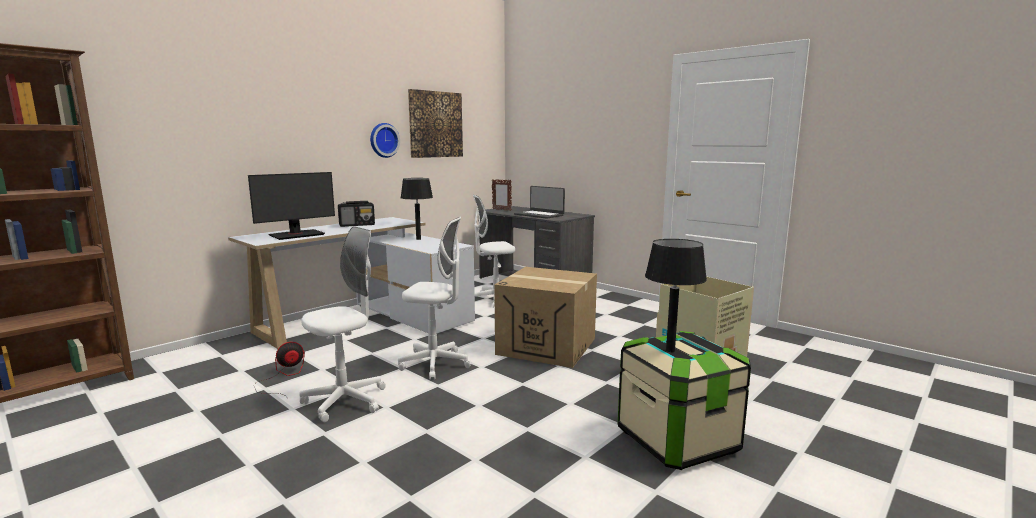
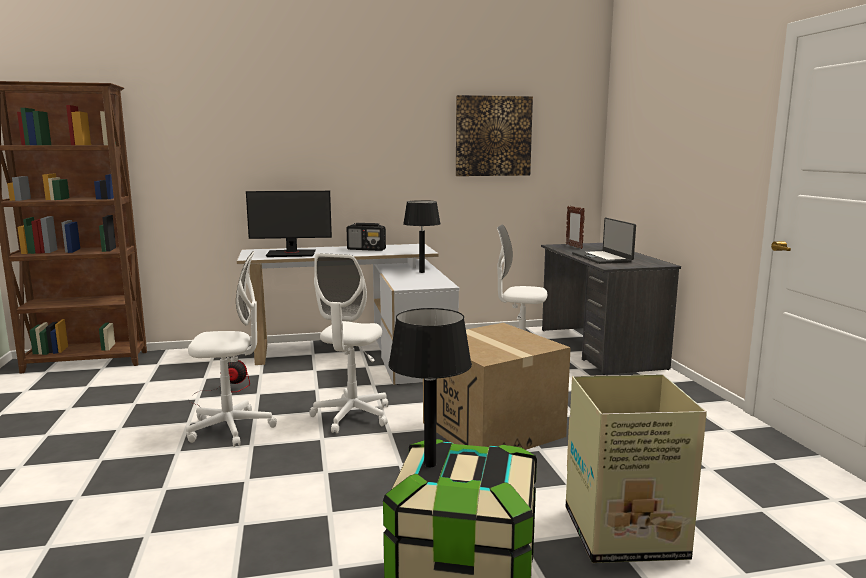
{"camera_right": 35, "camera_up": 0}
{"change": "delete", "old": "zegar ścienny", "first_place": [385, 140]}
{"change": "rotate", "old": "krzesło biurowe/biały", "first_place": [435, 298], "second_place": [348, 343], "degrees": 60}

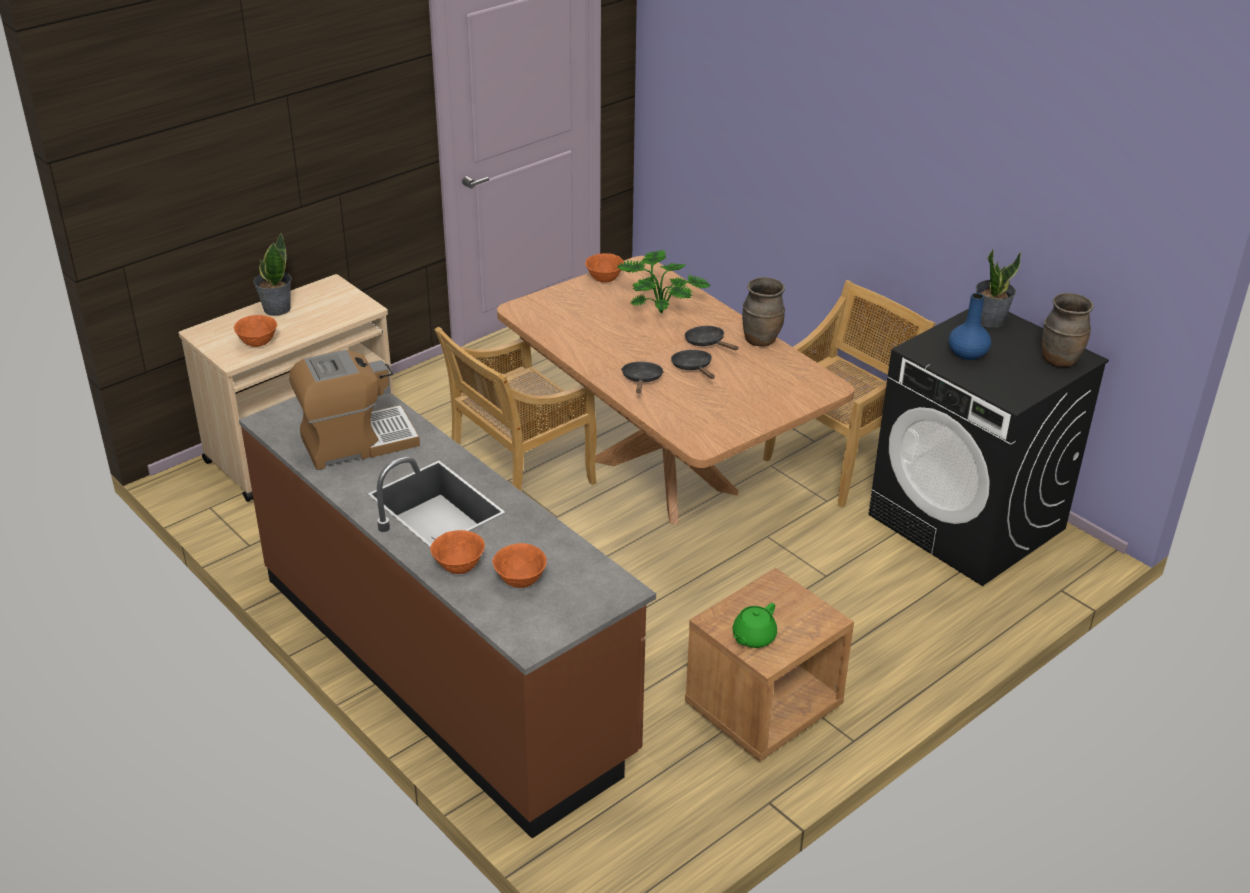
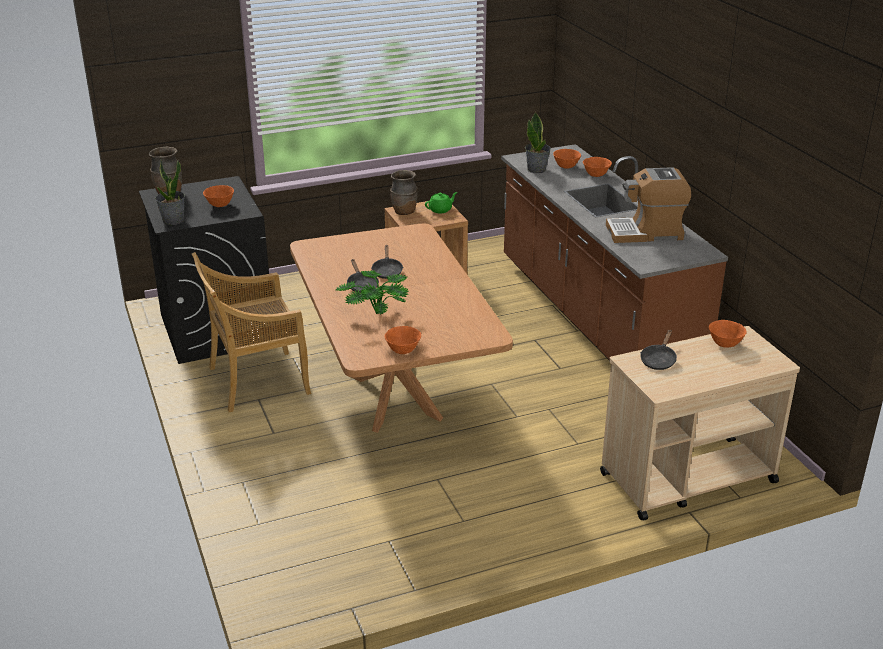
{"camera_right": -160, "camera_up": -5}
{"change": "move", "old": "roślina doniczkowa", "first_place": [272, 274], "second_place": [538, 142]}
{"change": "delete", "old": "krzesło/beżowy", "first_place": [516, 409]}
{"change": "move", "old": "patelnia/czarny", "first_place": [642, 377], "second_place": [658, 350]}
{"change": "move", "old": "wazon/brązowy", "first_place": [763, 312], "second_place": [404, 192]}
{"change": "replace", "old": "wazon/niebieski", "new": "miska/pomarańczowy", "first_place": [970, 326], "second_place": [218, 196]}

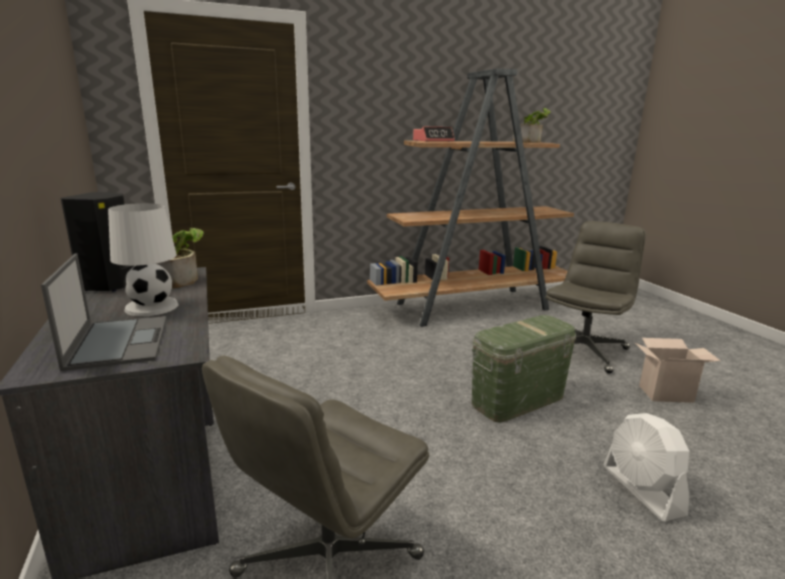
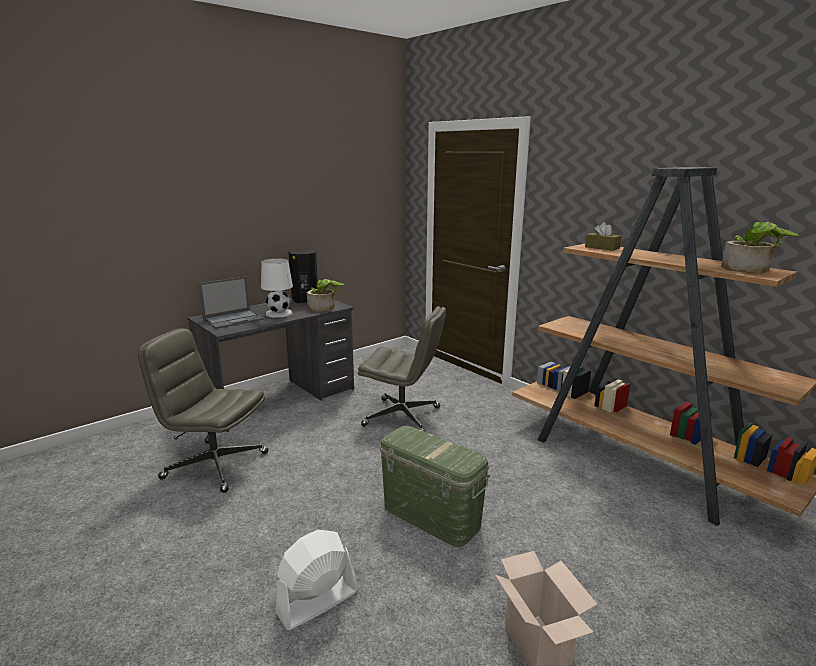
{"camera_right": 70, "camera_up": 0}
{"change": "replace", "old": "budzik", "new": "pudełko chusteczek/brązowy", "first_place": [434, 134], "second_place": [603, 236]}
{"change": "move", "old": "krzesło biurowe/szary", "first_place": [595, 297], "second_place": [402, 369]}

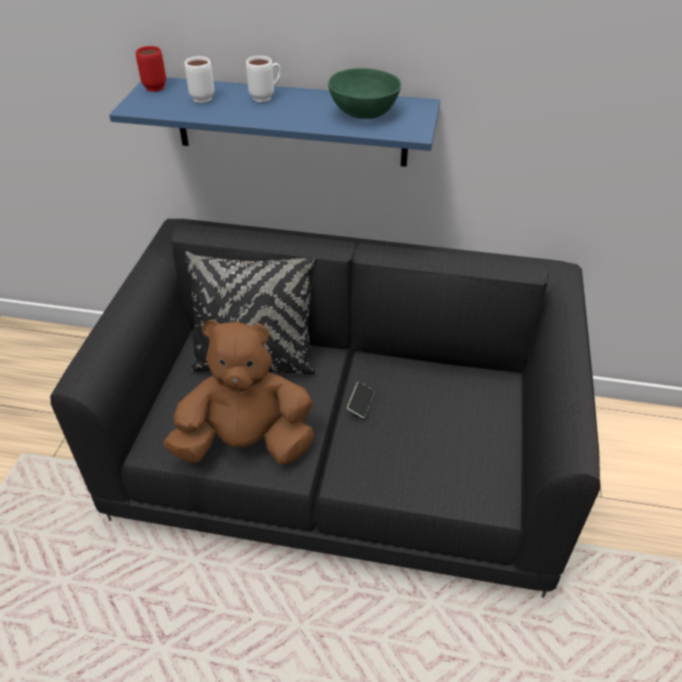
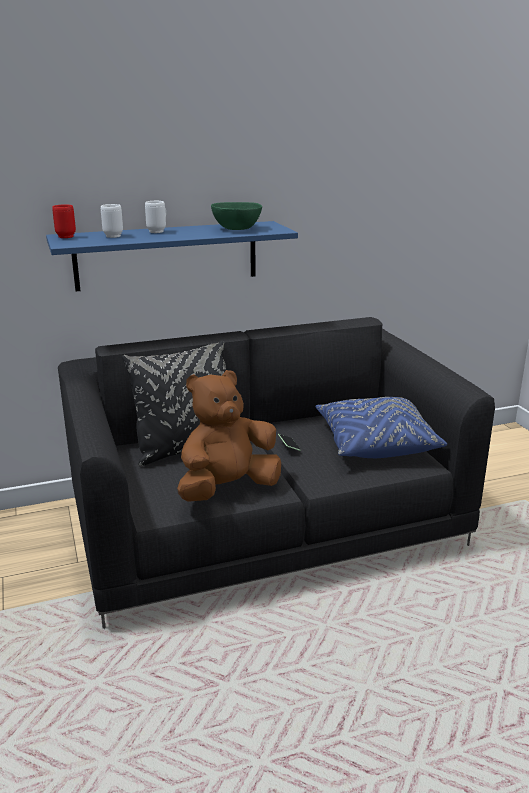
{"camera_right": -30, "camera_up": -20}
{"change": "insert", "new": "poduszka/niebieski", "second_place": [381, 427]}

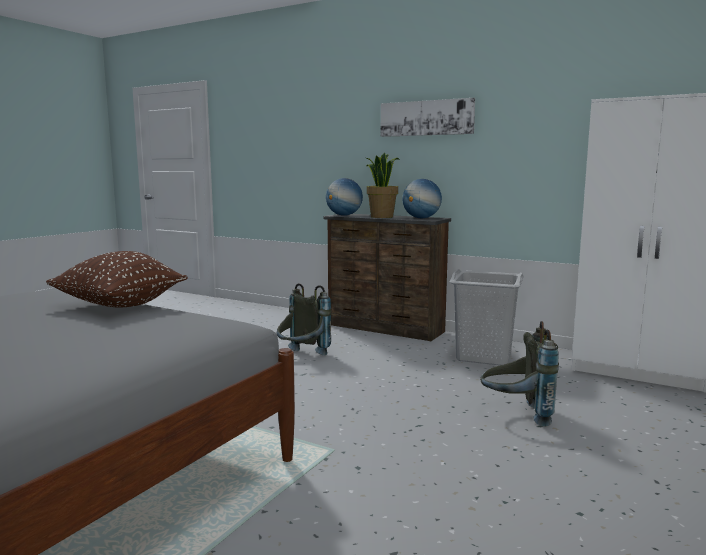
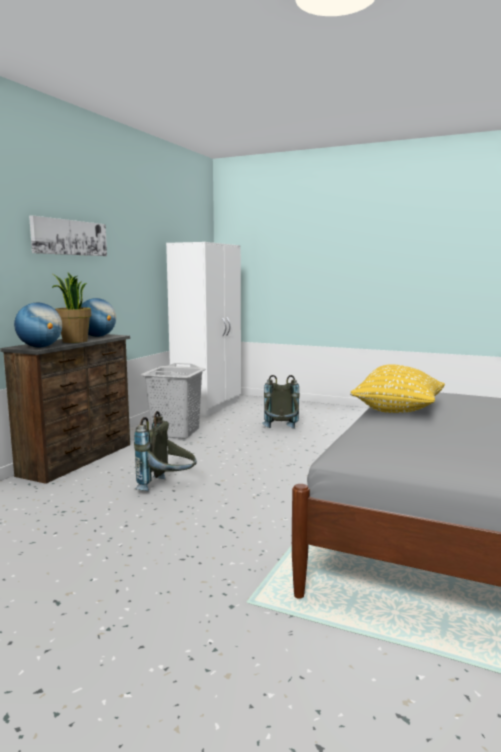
{"camera_right": -95, "camera_up": 0}
{"change": "recolor", "old": "poduszka/brązowy", "new": "poduszka/żółty", "first_place": [117, 279], "second_place": [397, 388]}

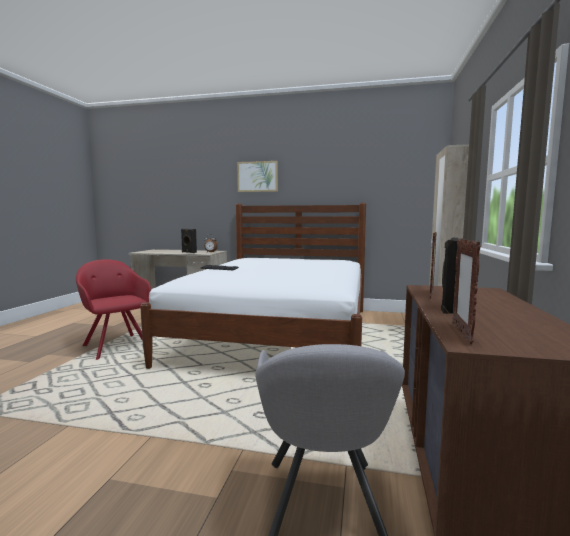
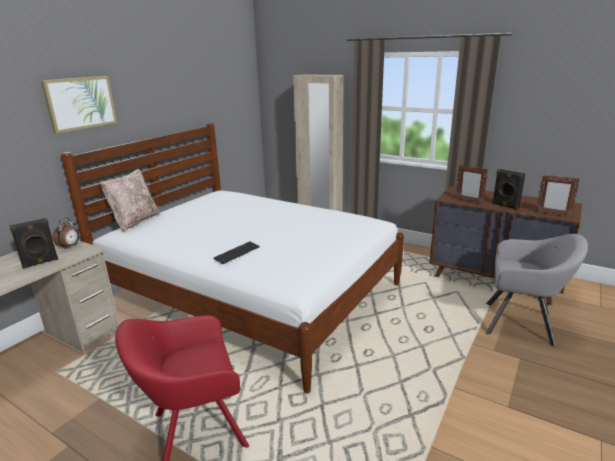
{"camera_right": -70, "camera_up": 15}
{"change": "insert", "new": "poduszka/beżowy", "second_place": [130, 200]}

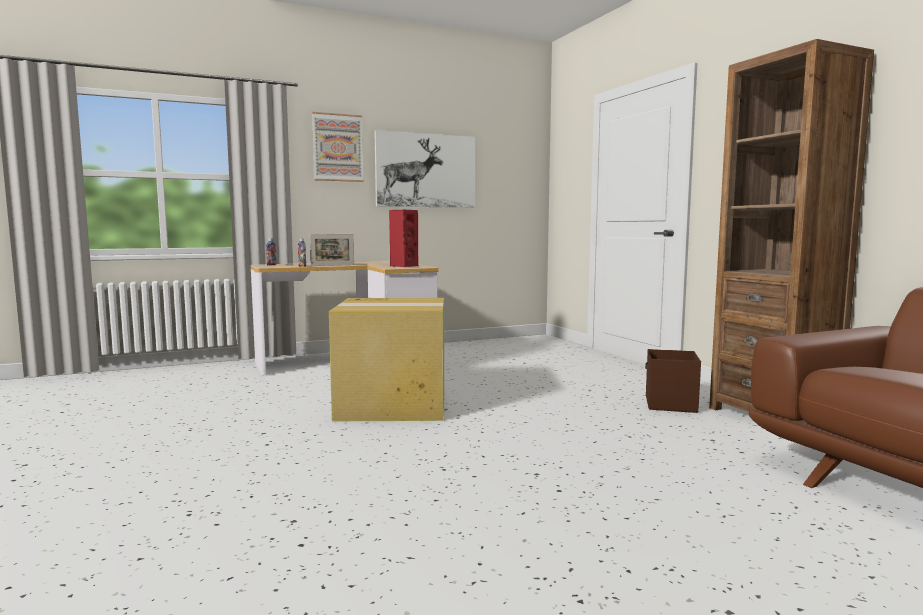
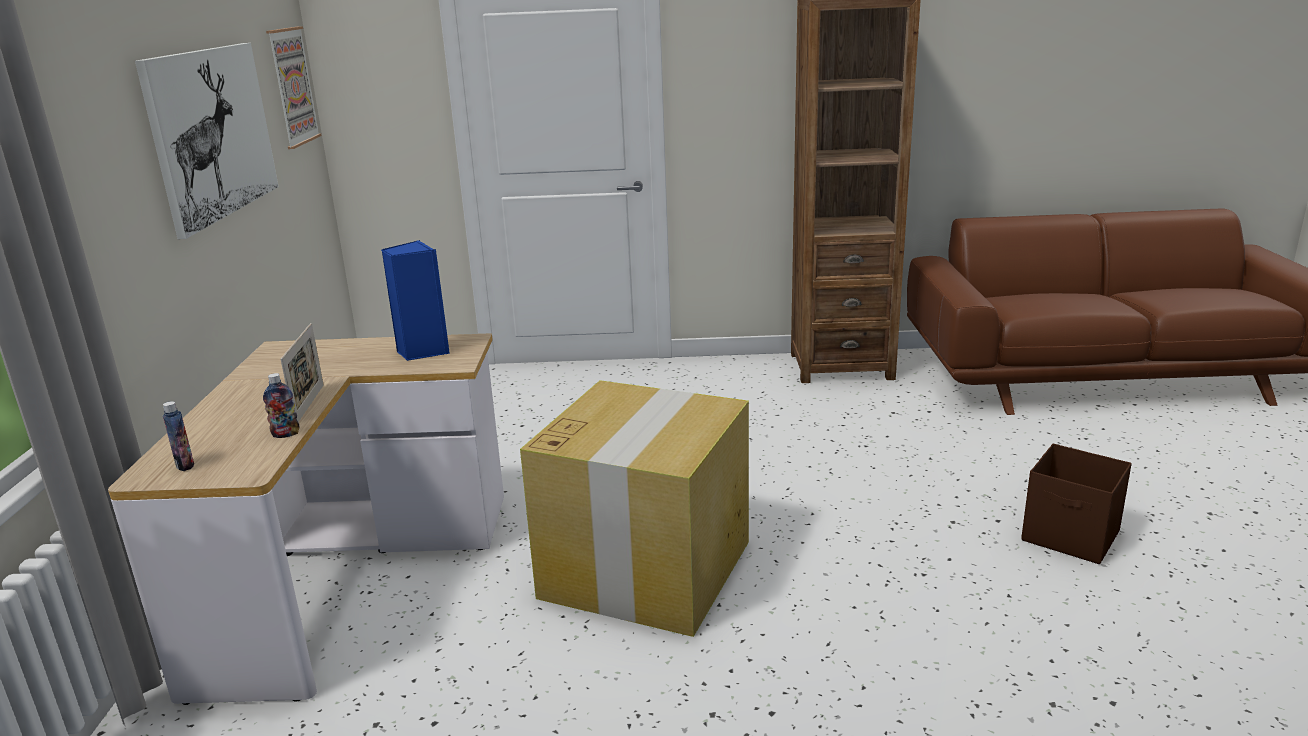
{"camera_right": -65, "camera_up": 15}
{"change": "move", "old": "obraz", "first_place": [338, 147], "second_place": [294, 87]}
{"change": "recolor", "old": "głośnik/czerwony", "new": "głośnik/niebieski", "first_place": [403, 238], "second_place": [415, 300]}
{"change": "move", "old": "pojemnik do przechowywania/brązowy", "first_place": [673, 381], "second_place": [1076, 503]}

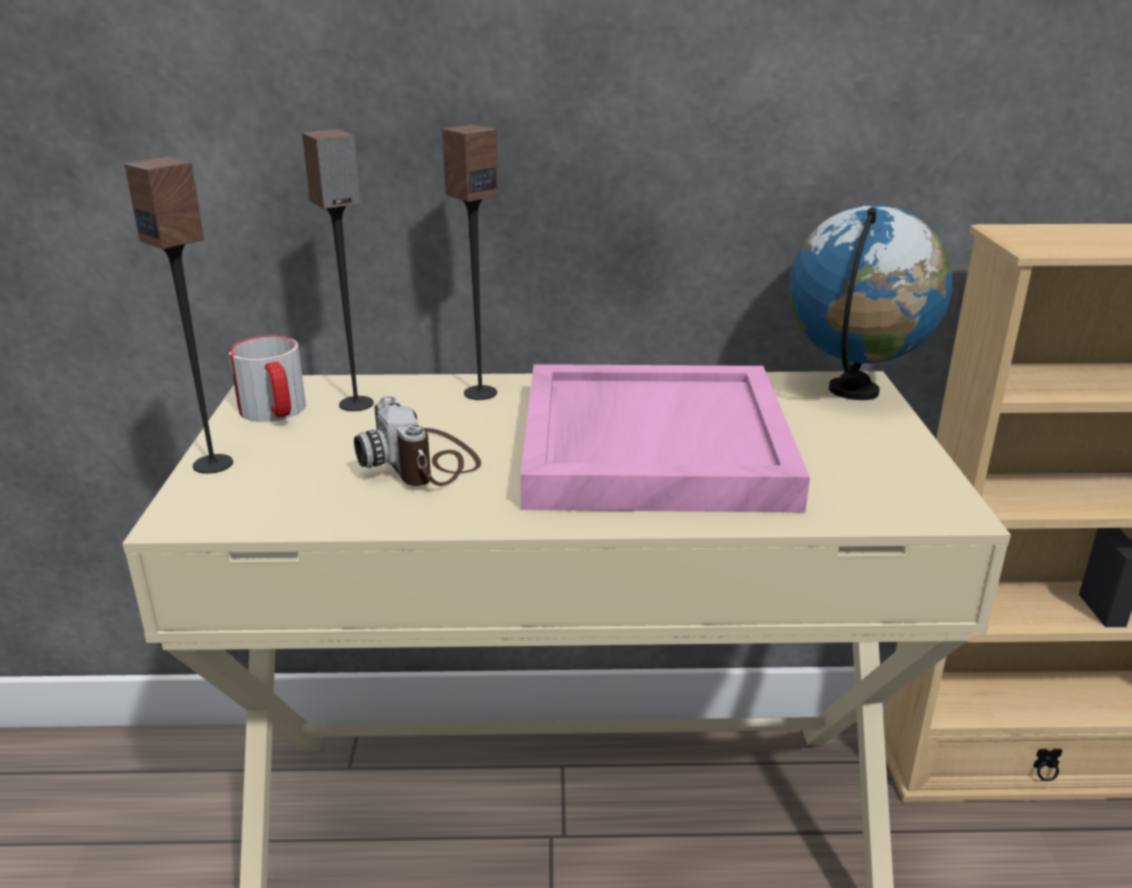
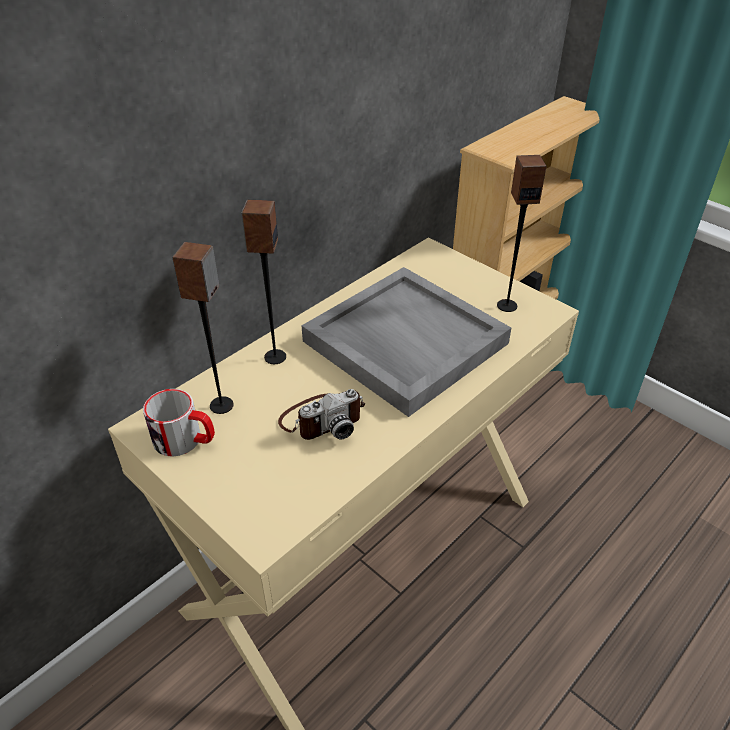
{"camera_right": -45, "camera_up": 15}
{"change": "move", "old": "głośnik", "first_place": [179, 315], "second_place": [521, 233]}
{"change": "rotate", "old": "aparat fotograficzny", "first_place": [417, 441], "second_place": [321, 414], "degrees": -45}
{"change": "recolor", "old": "taca/różowy", "new": "taca/szary", "first_place": [665, 438], "second_place": [406, 342]}
{"change": "delete", "old": "globus", "first_place": [871, 302]}

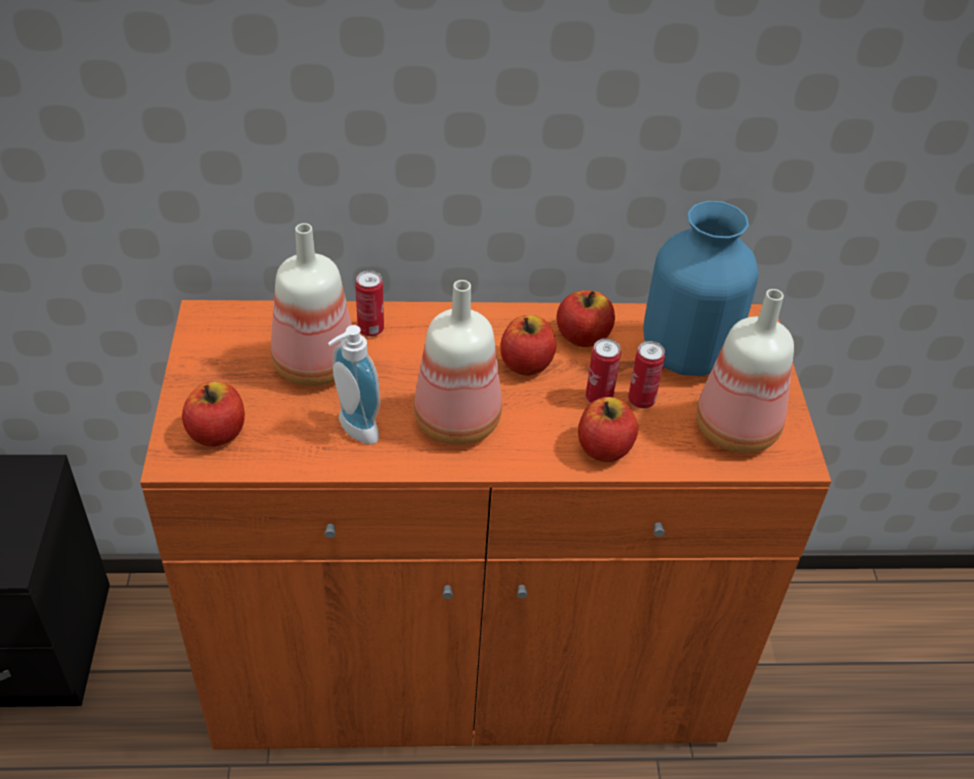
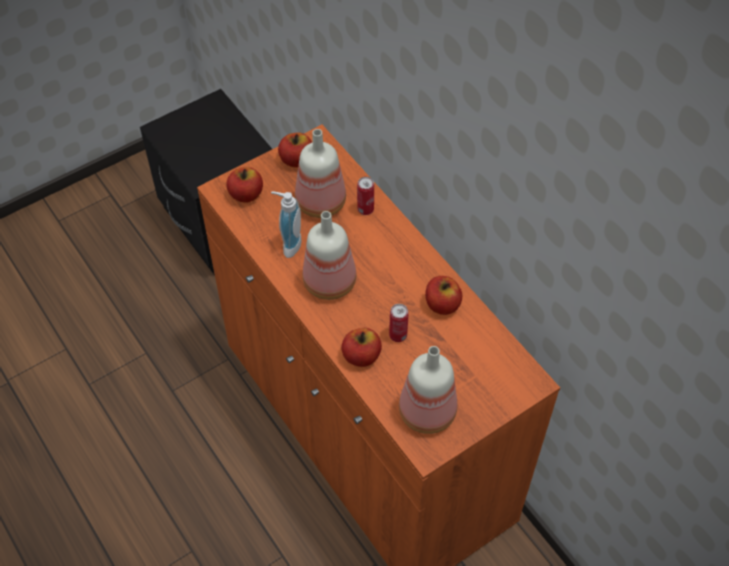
{"camera_right": 60, "camera_up": 10}
{"change": "move", "old": "jabłko", "first_place": [528, 345], "second_place": [295, 150]}
{"change": "delete", "old": "puszka", "first_place": [646, 375]}
{"change": "delete", "old": "wazon/niebieski", "first_place": [701, 288]}

